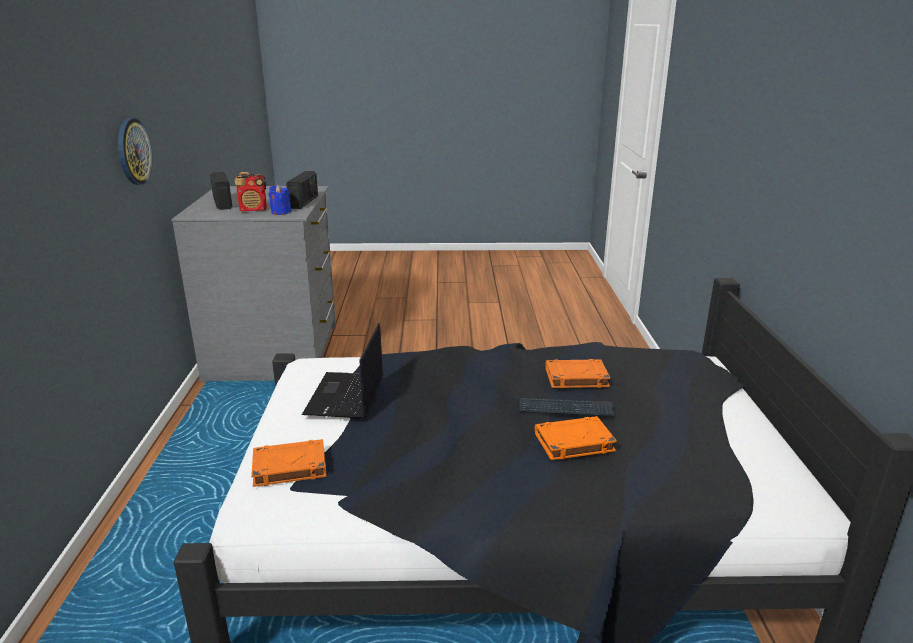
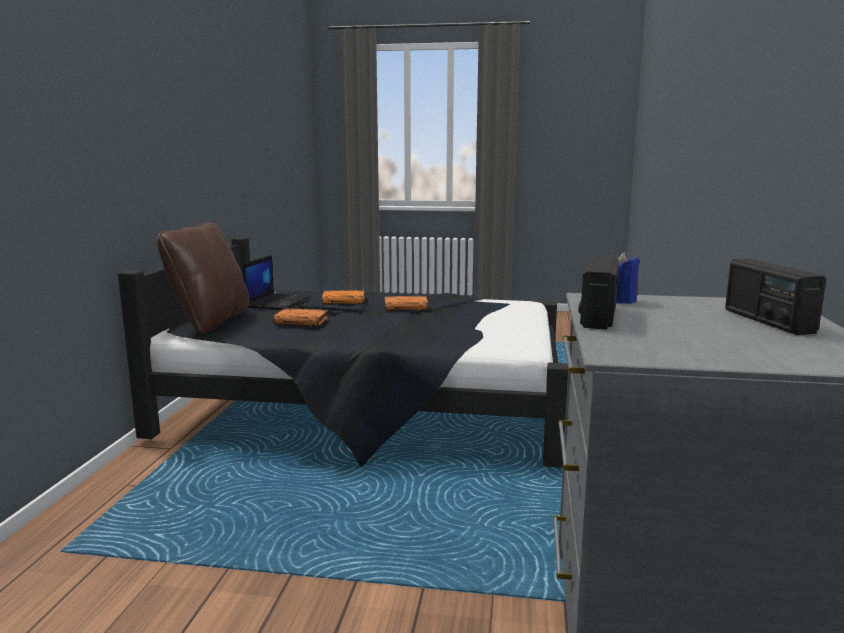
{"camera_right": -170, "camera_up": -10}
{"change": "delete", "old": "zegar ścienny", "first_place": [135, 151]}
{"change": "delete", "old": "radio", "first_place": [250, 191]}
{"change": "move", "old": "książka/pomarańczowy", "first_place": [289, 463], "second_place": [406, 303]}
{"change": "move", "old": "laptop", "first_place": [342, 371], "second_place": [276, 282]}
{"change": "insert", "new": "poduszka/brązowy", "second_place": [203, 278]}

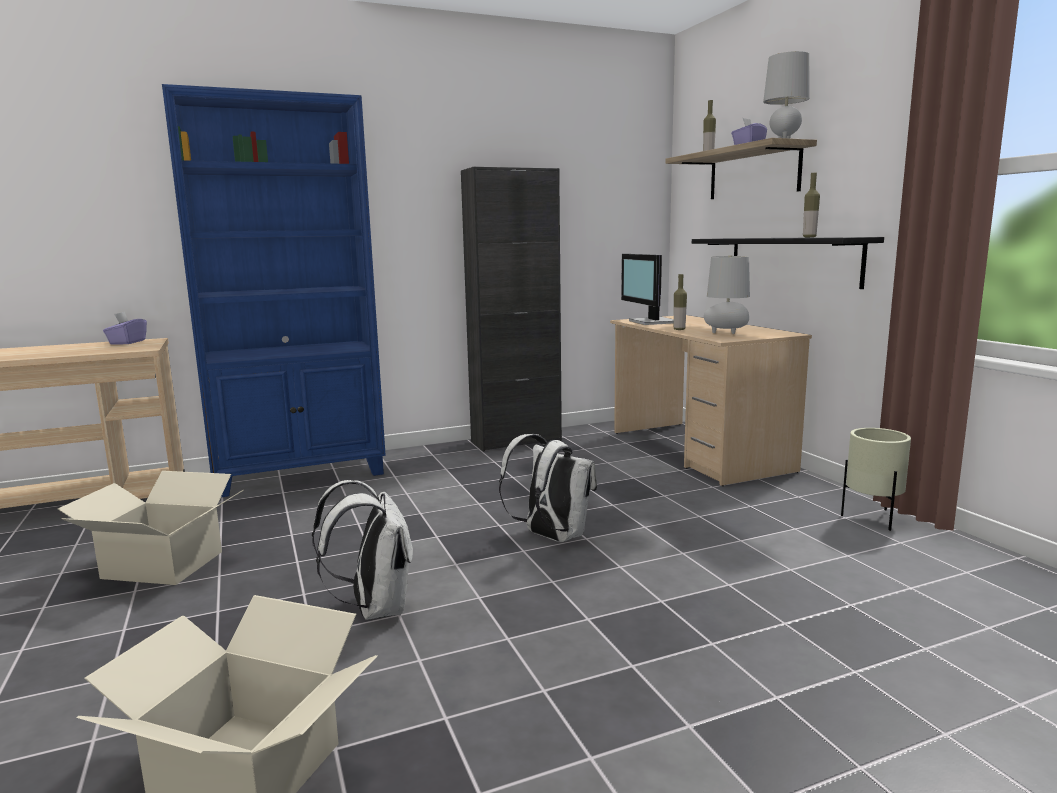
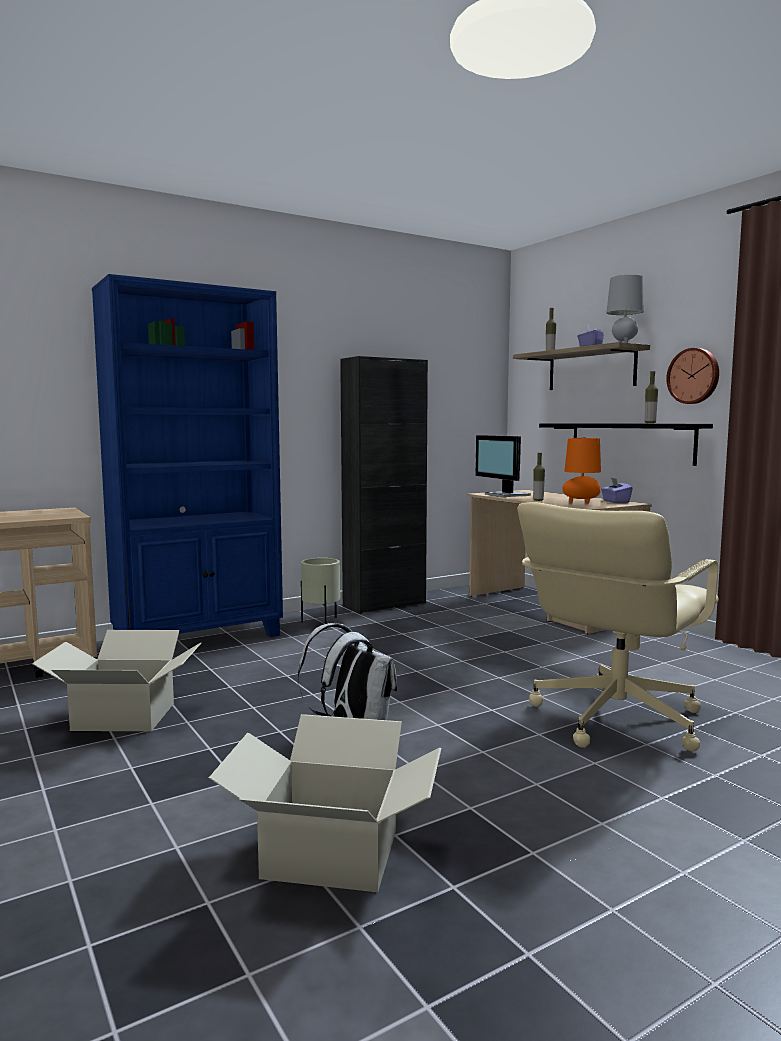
{"camera_right": -10, "camera_up": -5}
{"change": "move", "old": "pudełko chusteczek/fioletowy", "first_place": [125, 328], "second_place": [617, 490]}
{"change": "delete", "old": "plecak/biały", "first_place": [548, 488]}
{"change": "recolor", "old": "lampa stołowa/szary", "new": "lampa stołowa/pomarańczowy", "first_place": [727, 294], "second_place": [581, 470]}
{"change": "move", "old": "donica/beżowy", "first_place": [876, 479], "second_place": [320, 593]}
{"change": "insert", "new": "krzesło biurowe/beżowy", "second_place": [618, 627]}
{"change": "insert", "new": "zegar ścienny", "second_place": [692, 376]}

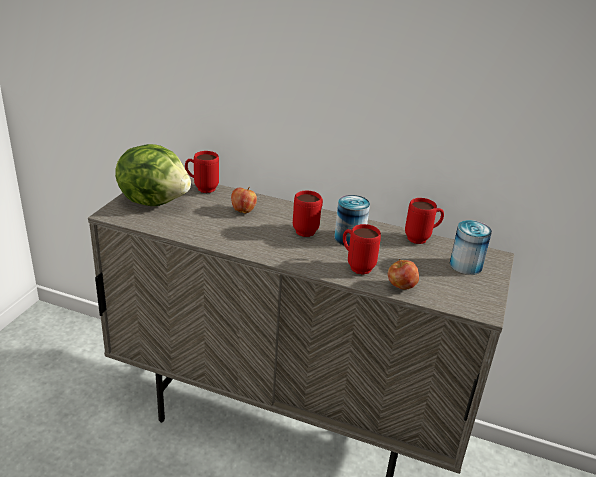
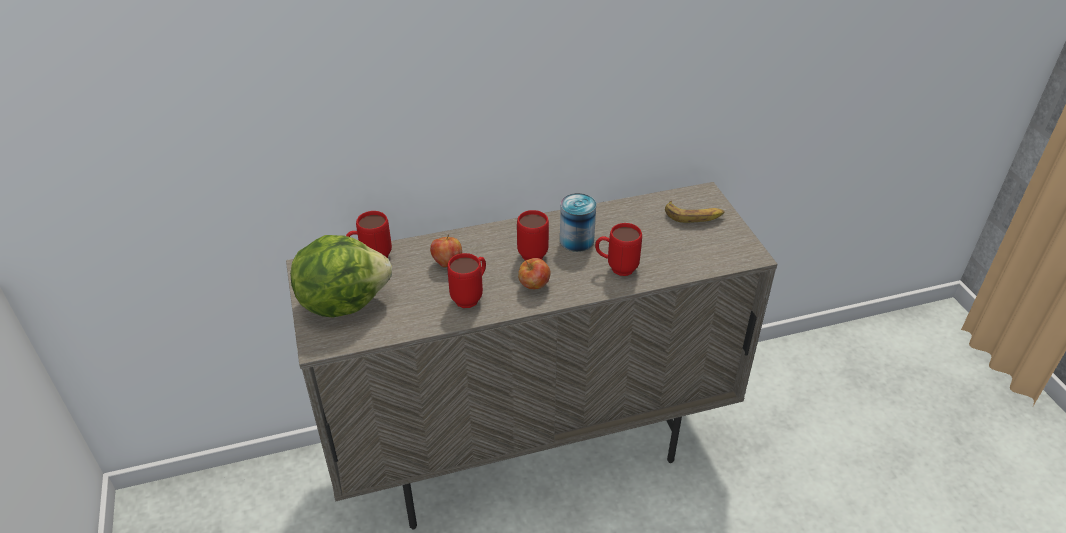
{"camera_right": -35, "camera_up": 10}
{"change": "move", "old": "jabłko", "first_place": [403, 274], "second_place": [534, 273]}
{"change": "move", "old": "kubek/czerwony", "first_place": [424, 221], "second_place": [466, 280]}
{"change": "replace", "old": "puszka", "new": "banan", "first_place": [471, 247], "second_place": [695, 212]}

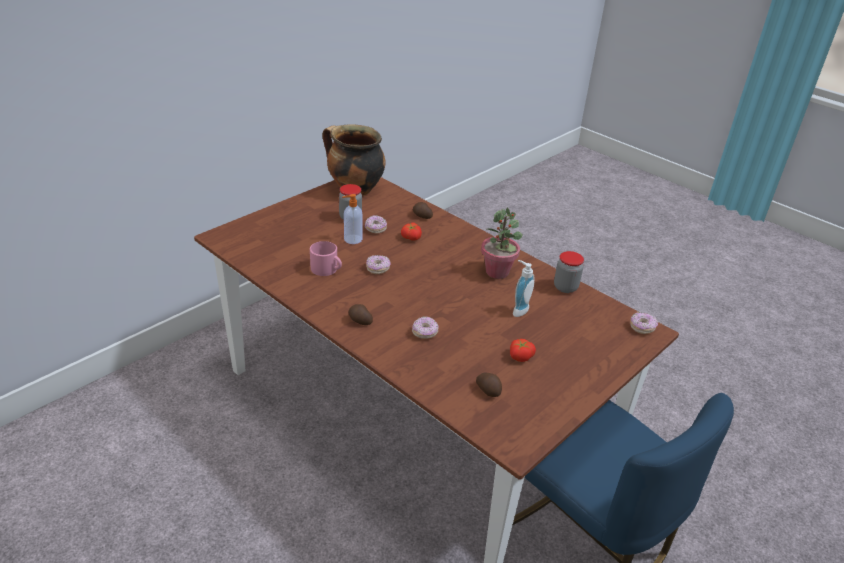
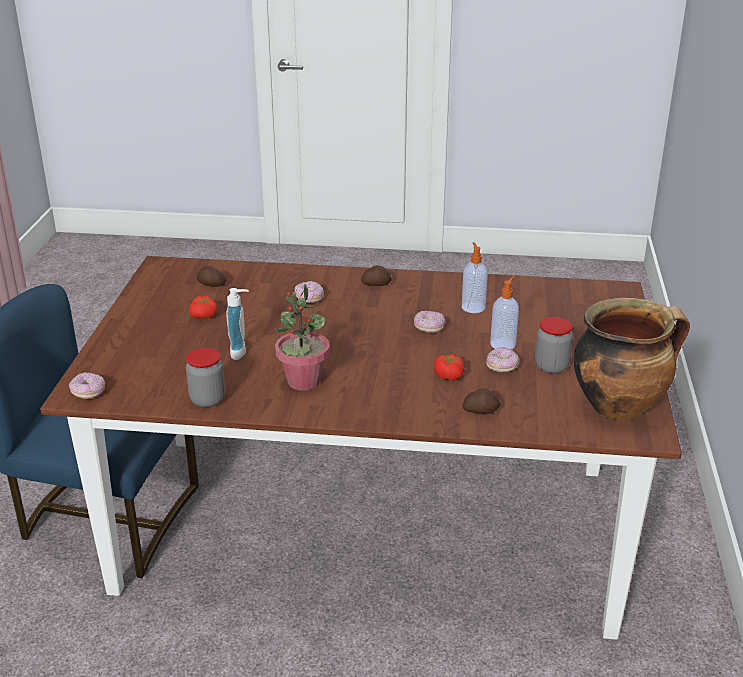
{"camera_right": 145, "camera_up": -5}
{"change": "replace", "old": "kubek/różowy", "new": "dozownik mydła", "first_place": [326, 258], "second_place": [475, 277]}

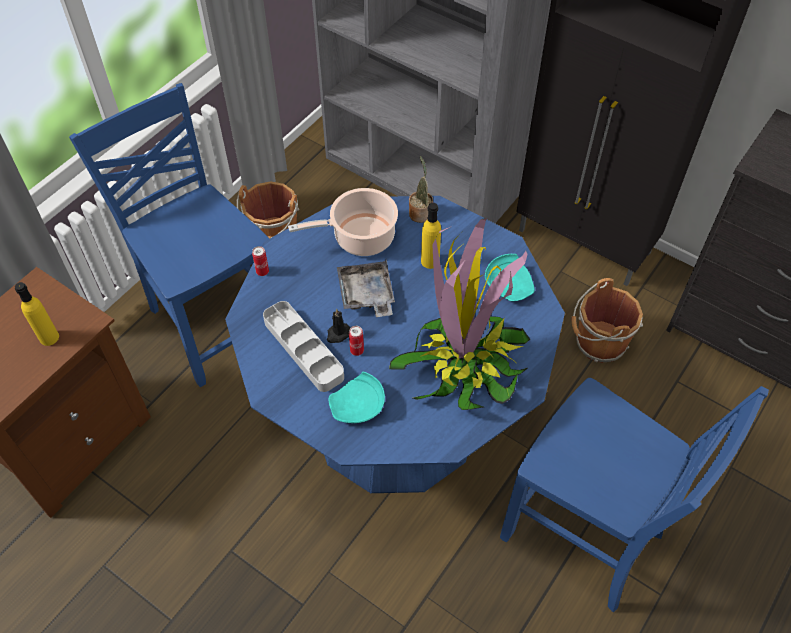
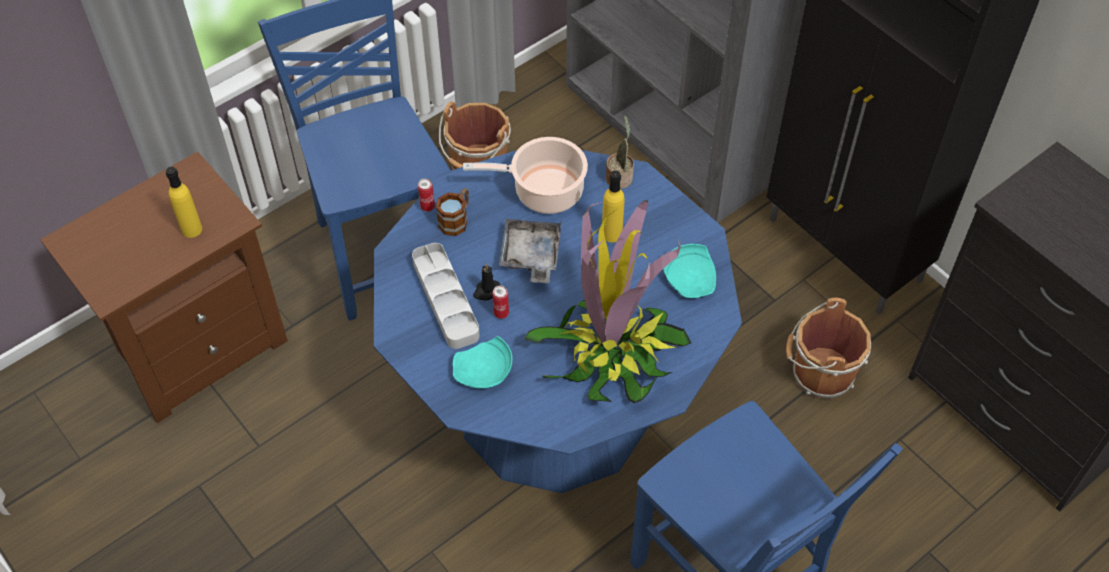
{"camera_right": 15, "camera_up": 0}
{"change": "insert", "new": "kubek", "second_place": [452, 212]}

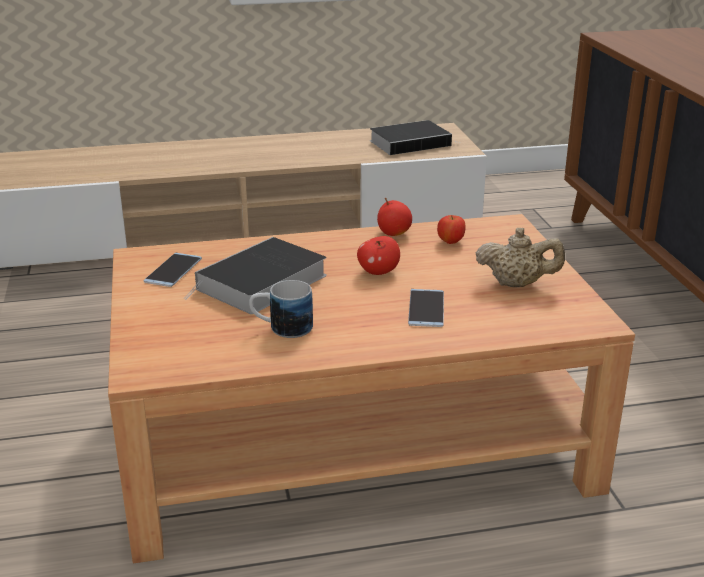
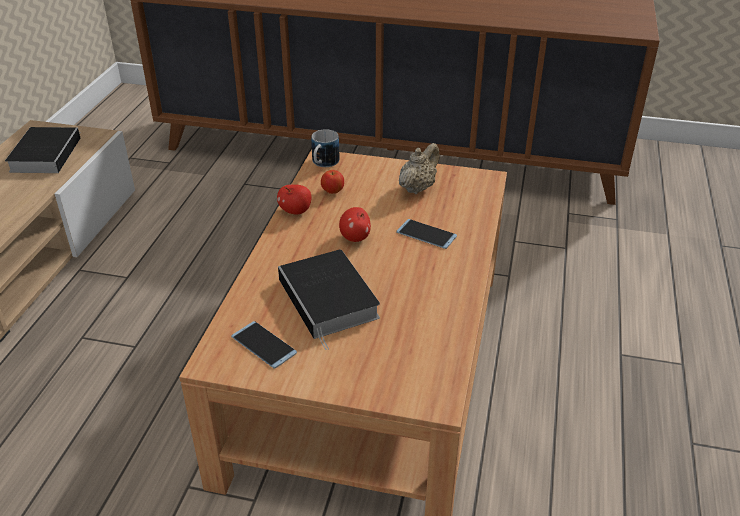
{"camera_right": -65, "camera_up": 10}
{"change": "move", "old": "kubek", "first_place": [281, 309], "second_place": [325, 148]}

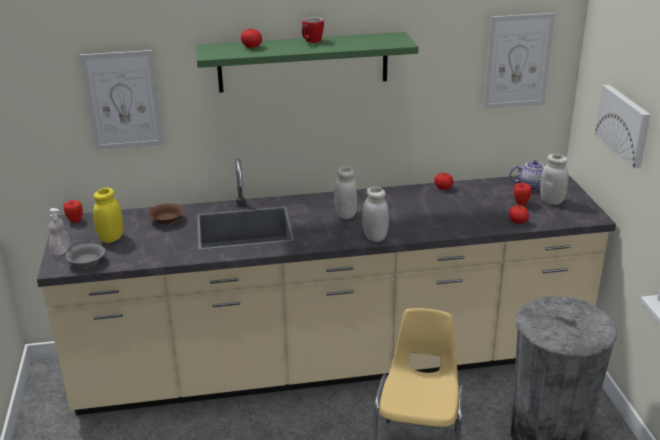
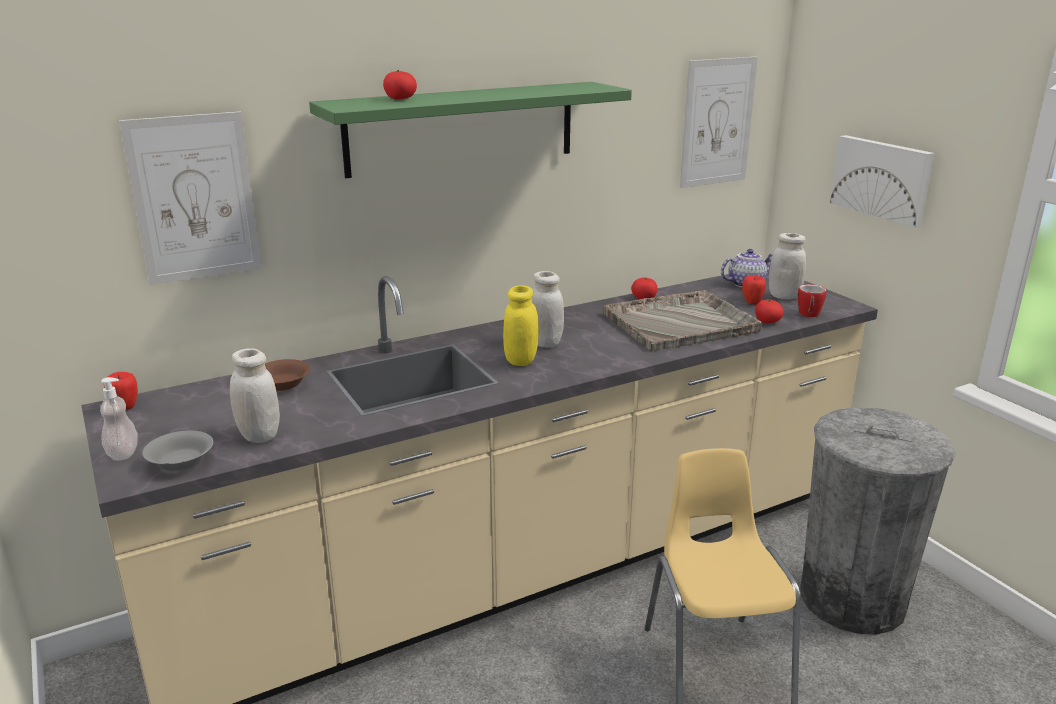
{"camera_right": -20, "camera_up": -5}
{"change": "move", "old": "słoik/żółty", "first_place": [108, 215], "second_place": [521, 325]}
{"change": "move", "old": "kubek", "first_place": [313, 30], "second_place": [812, 300]}
{"change": "move", "old": "słoik/biały", "first_place": [375, 214], "second_place": [255, 395]}
{"change": "insert", "new": "taca/szary", "second_place": [682, 320]}

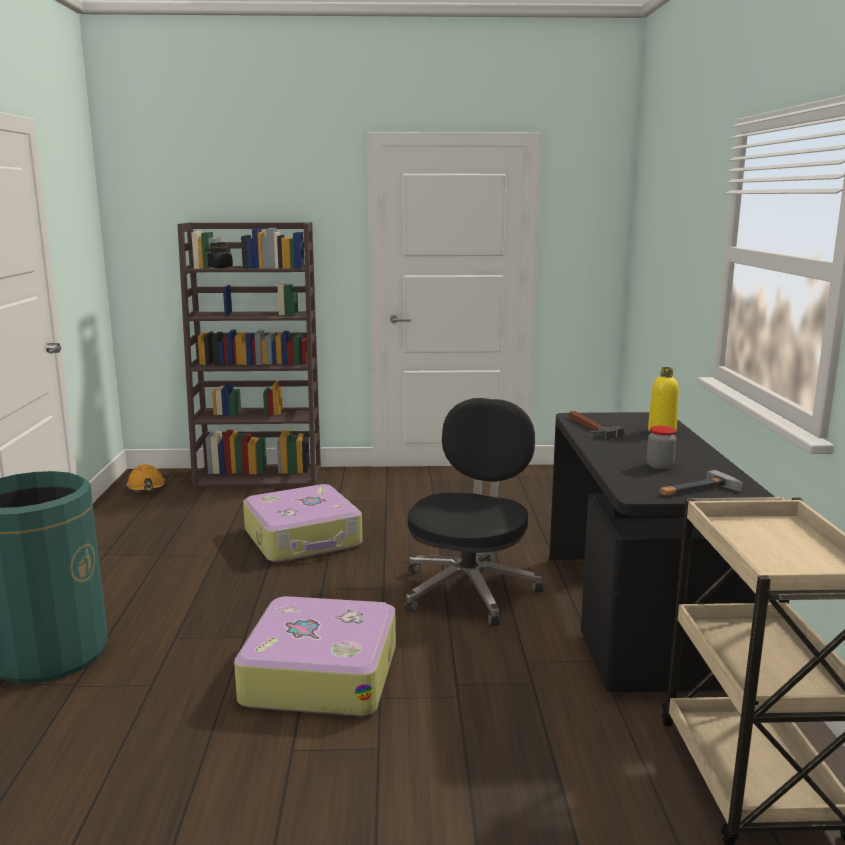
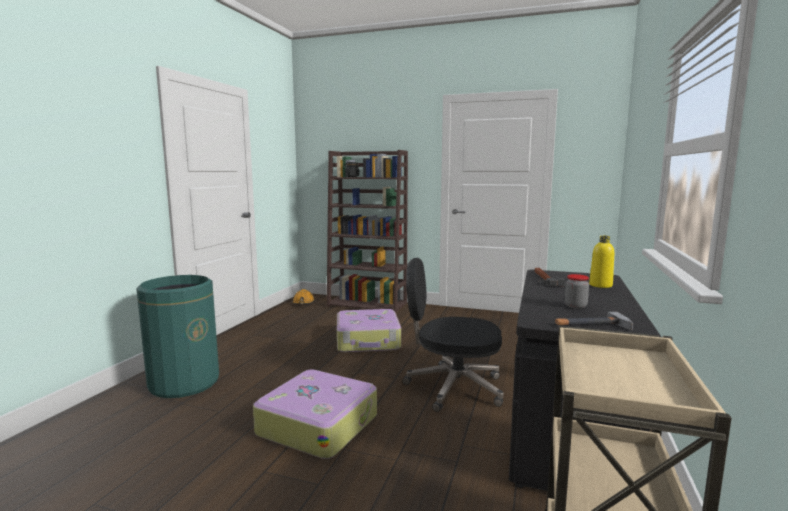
{"camera_right": 20, "camera_up": -5}
{"change": "rotate", "old": "krzesło biurowe/czarny", "first_place": [474, 512], "second_place": [453, 335], "degrees": -120}

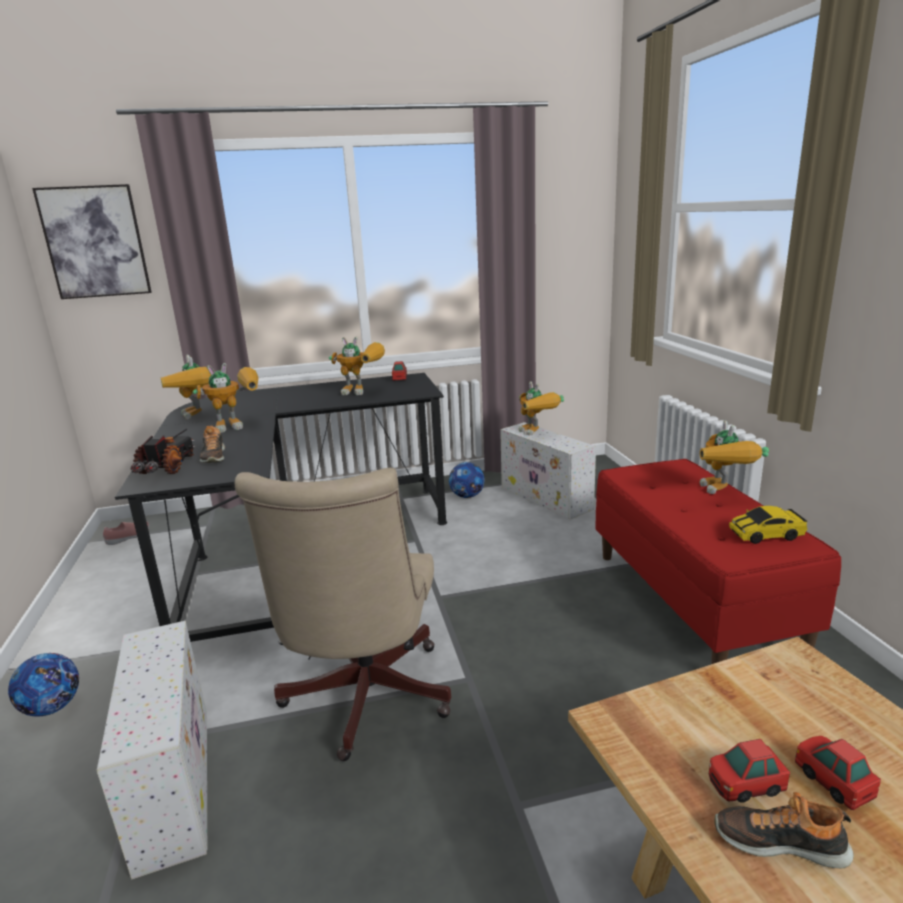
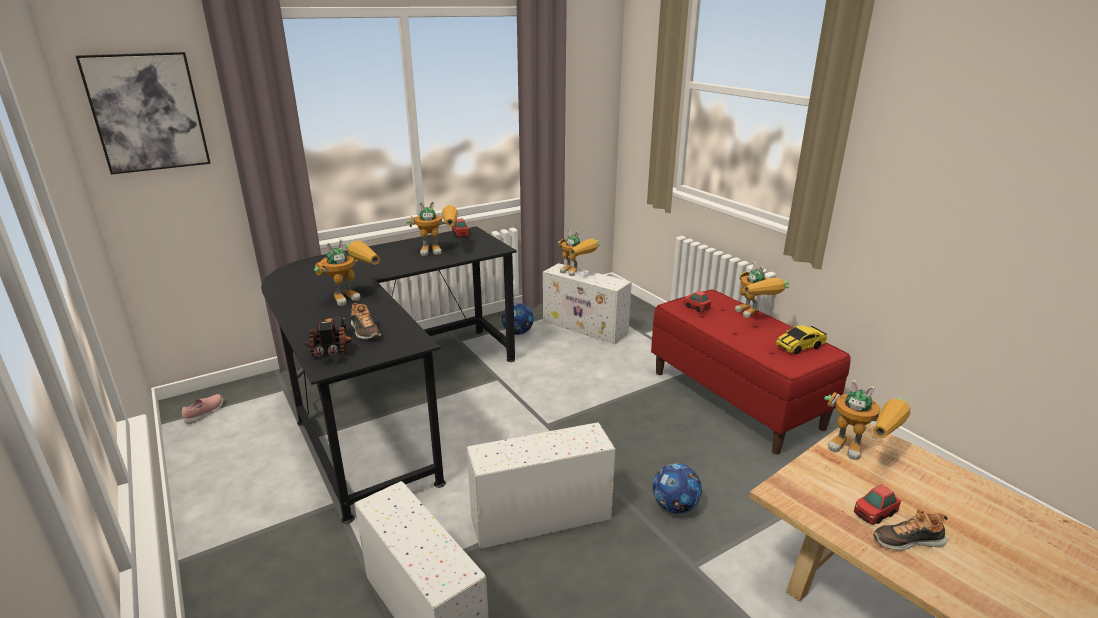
{"camera_right": -20, "camera_up": 5}
{"change": "move", "old": "piłka futbolowa", "first_place": [43, 685], "second_place": [677, 488]}
{"change": "move", "old": "robot zabawkowy", "first_place": [189, 387], "second_place": [867, 420]}
{"change": "replace", "old": "krzesło biurowe/beżowy", "new": "pojemnik do przechowywania/biały", "first_place": [343, 614], "second_place": [541, 486]}
{"change": "move", "old": "samochodzik", "first_place": [838, 773], "second_place": [697, 301]}

